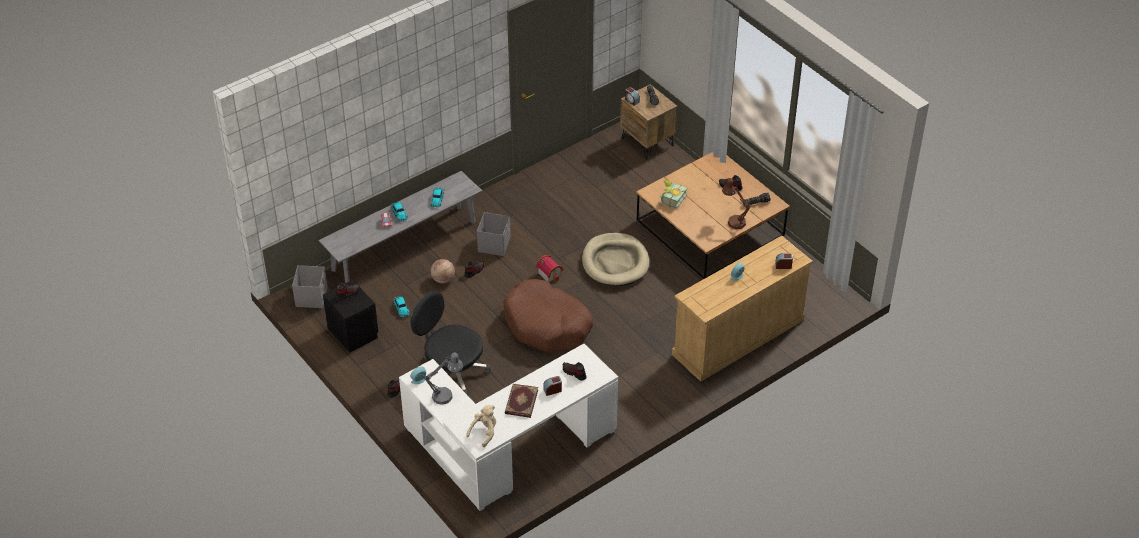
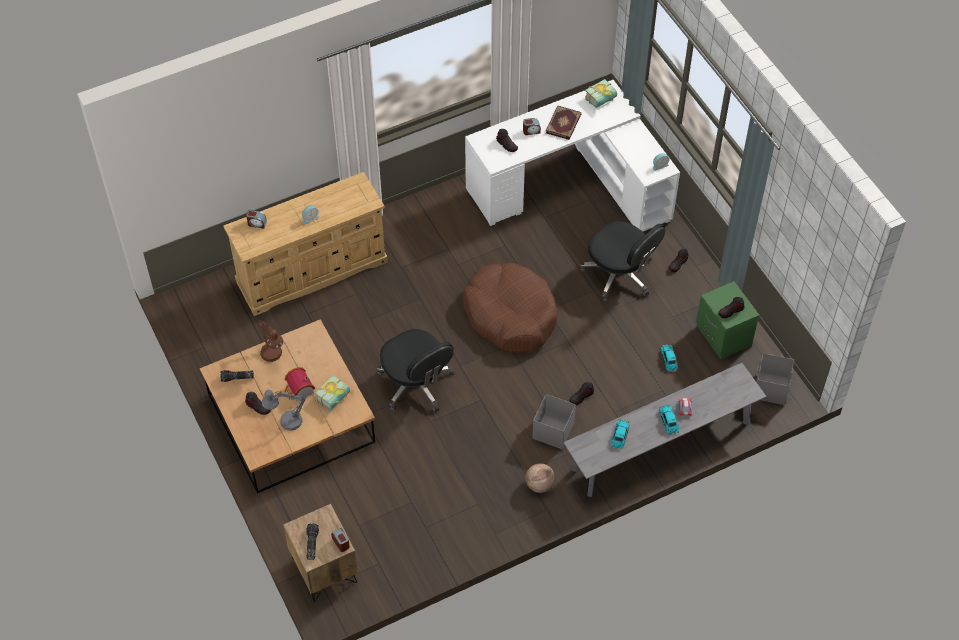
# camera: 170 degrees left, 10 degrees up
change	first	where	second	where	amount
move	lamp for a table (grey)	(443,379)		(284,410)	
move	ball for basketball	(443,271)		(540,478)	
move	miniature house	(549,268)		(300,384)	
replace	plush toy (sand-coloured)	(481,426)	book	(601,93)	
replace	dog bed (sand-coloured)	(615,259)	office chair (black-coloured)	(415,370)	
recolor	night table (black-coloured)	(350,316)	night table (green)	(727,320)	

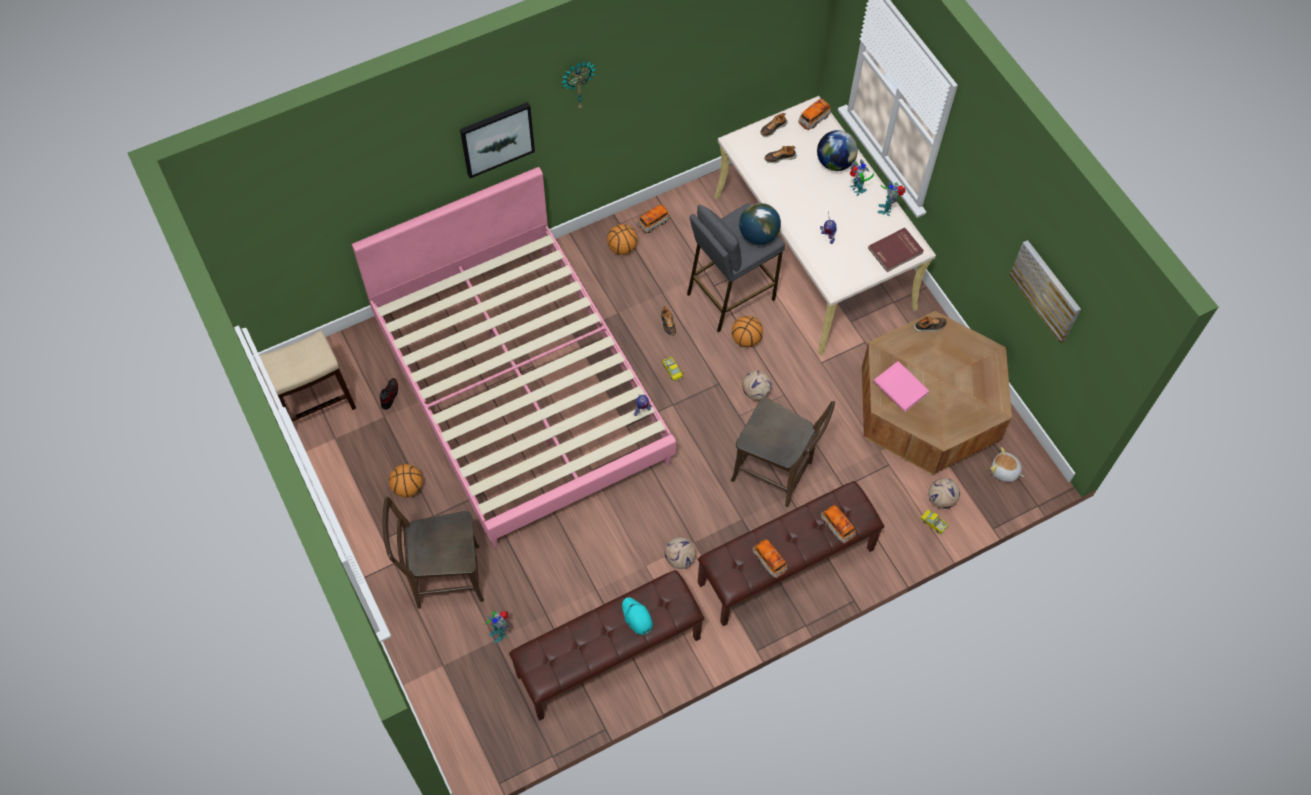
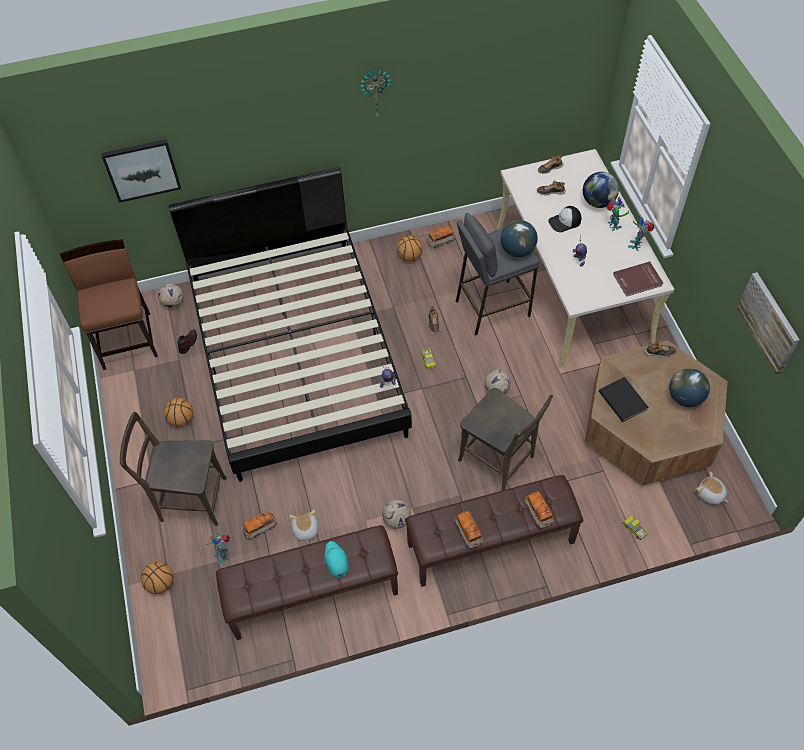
# camera: 15 degrees right, 5 degrees down
change	first	where	second	where	amount
insert			plush toy	(304,526)	
insert			peaked cap	(564,219)	
insert			globe	(689,387)	
move	wall picture	(497,140)		(141,171)	
move	ball for basketball	(747,331)		(157,577)	
move	miniature car	(814,114)		(259,525)	
move	football ball	(944,493)		(170,295)	
replace	stool	(307,376)	chair (brown-coloured)	(109,304)	
recolor	bed (pink-coloured)	(514,357)	bed (black-coloured)	(290,324)	
recolor	book (pink-coloured)	(901,386)	book (black-coloured)	(623,399)	

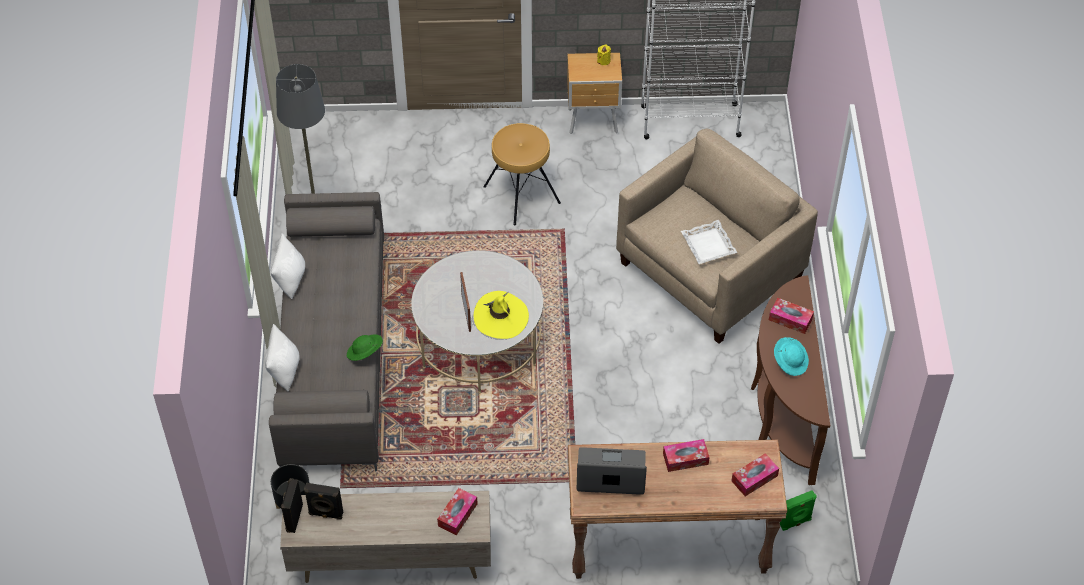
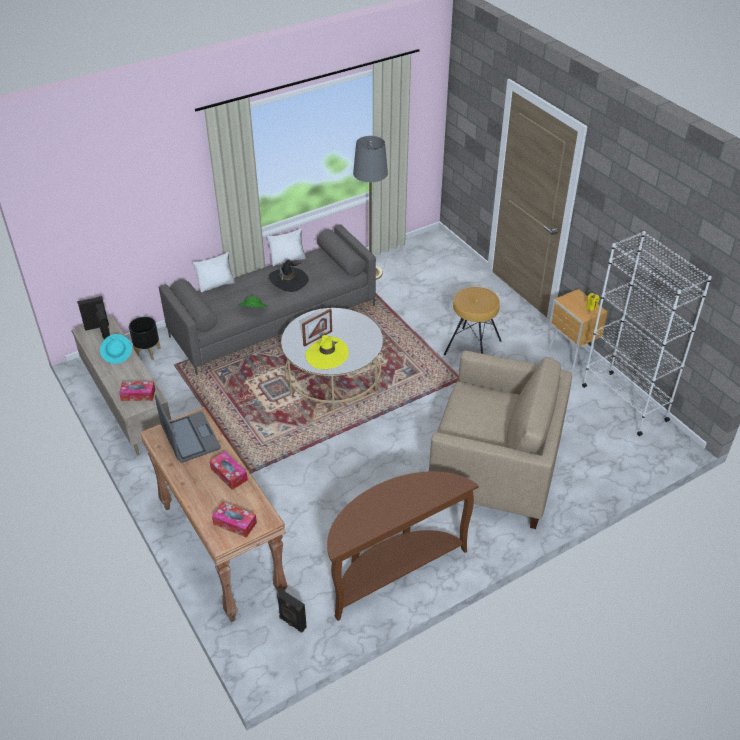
# camera: 60 degrees right, 10 degrees down
change	first	where	second	where	amount
delete	carrying tray (white-coloured)	(709,242)			
delete	box of tissues	(791,316)			
insert			hat (black-coloured)	(289,275)	
move	hat (blue-green)	(791,356)		(116,349)	
recolor	audio speaker (green)	(798,510)	audio speaker (black-coloured)	(292,611)	

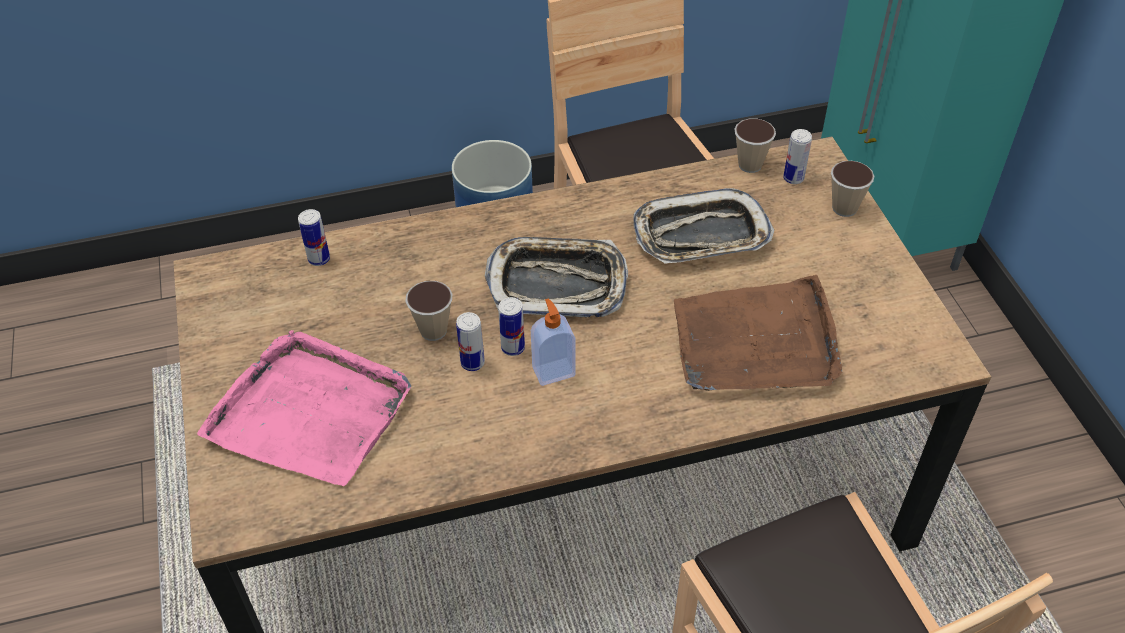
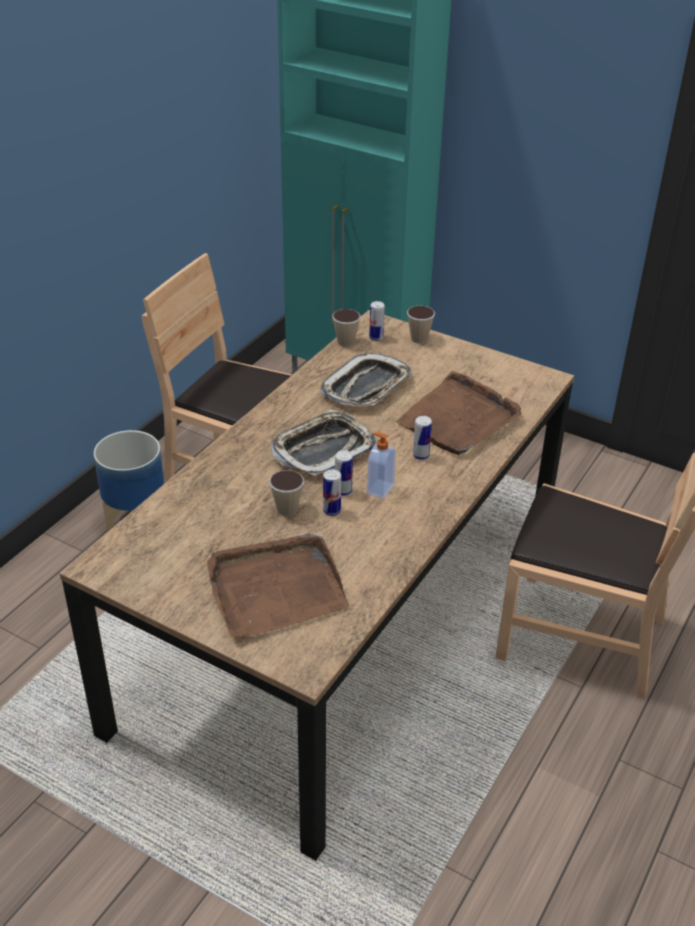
# camera: 45 degrees left, 10 degrees down
change	first	where	second	where	amount
move	sealed can	(314,237)		(422,438)	
recolor	carrying tray (pink-coloured)	(304,408)	carrying tray (brown-coloured)	(278,585)	

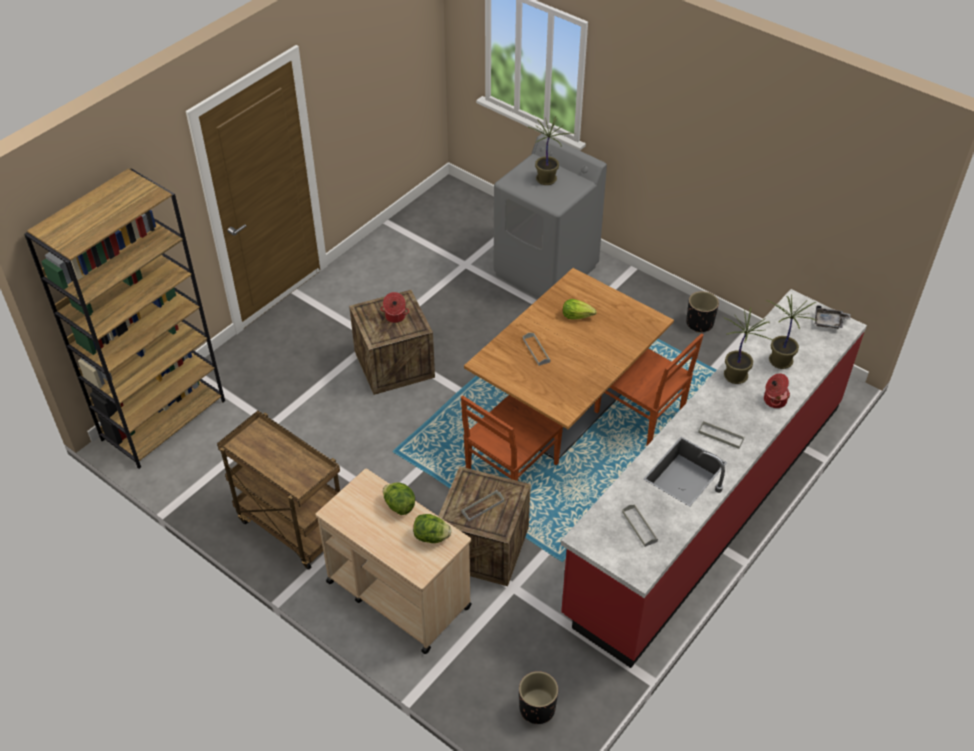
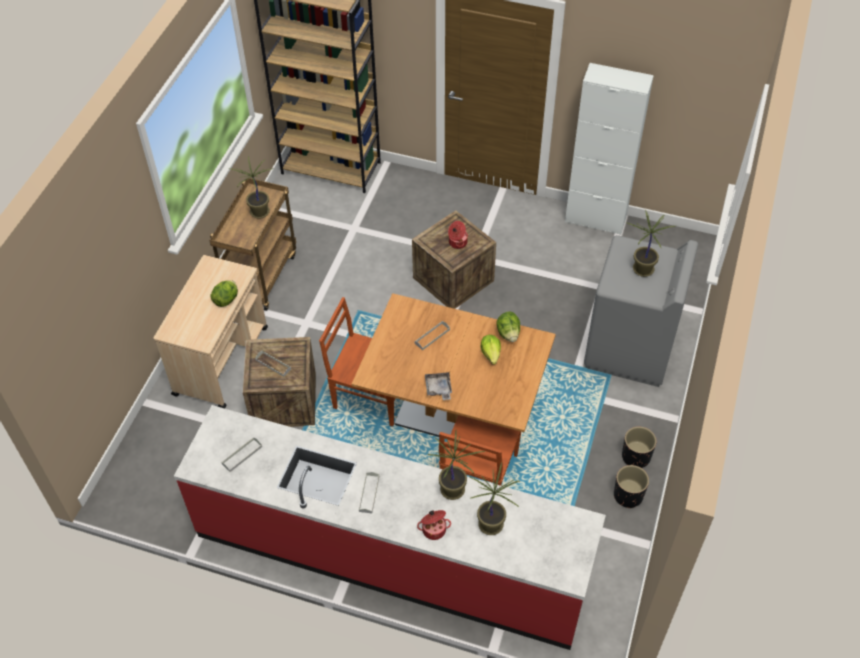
# camera: 70 degrees right, 5 degrees up
change	first	where	second	where	amount
insert			plant in a pot	(251,187)	
insert			cabinet (white-coloured)	(609,149)	
move	head of lettuce	(432,528)		(508,327)	
move	planter (black-coloured)	(538,697)		(639,447)	
move	carrying tray (grey)	(833,317)		(438,386)	

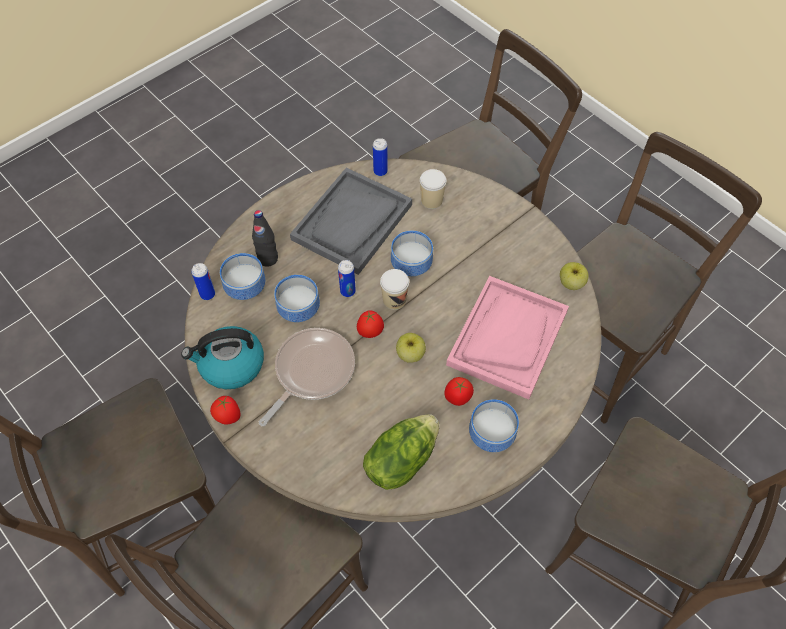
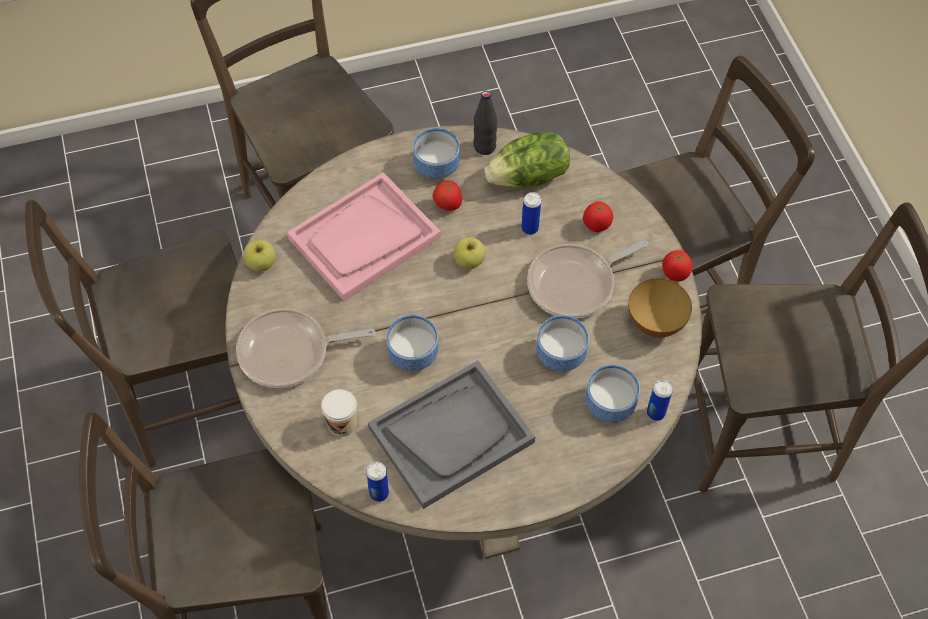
# camera: 155 degrees left, 0 degrees up
change	first	where	second	where	amount
delete	drinking cup	(394,289)			
insert			skillet	(305,348)	
move	beverage bottle (black-coloured)	(265,238)		(485,123)	
move	sealed can	(347,278)		(531,213)	
move	whole tomato	(370,324)		(598,216)	
replace	water kettle	(222,357)	deep dish	(660,308)	

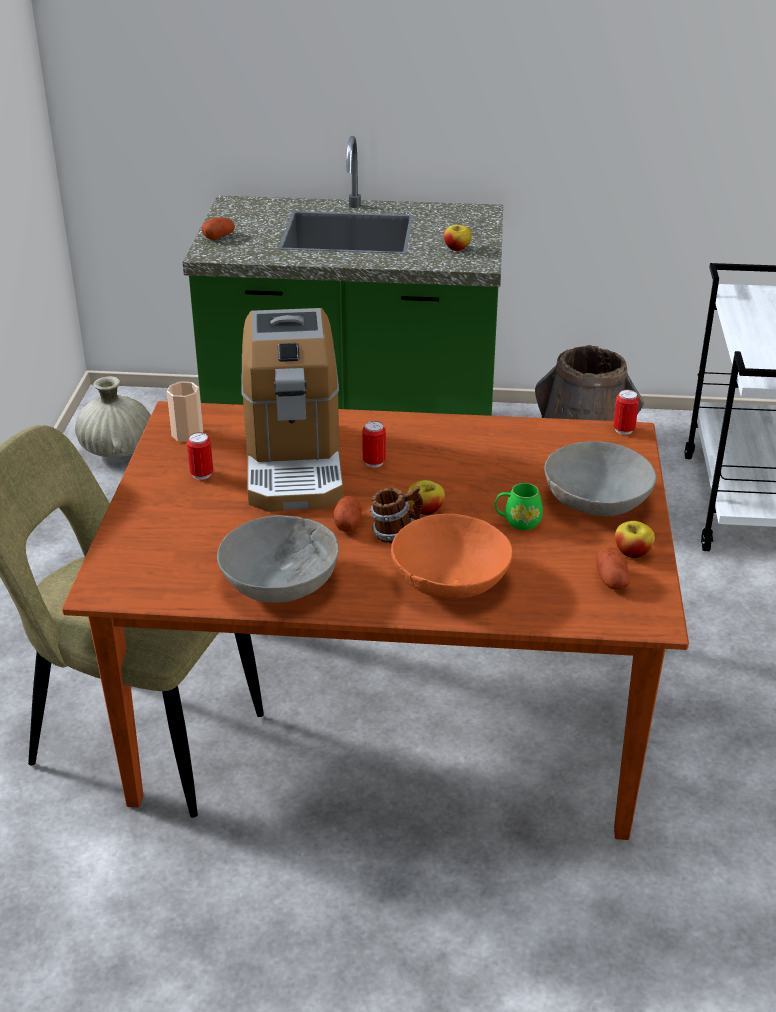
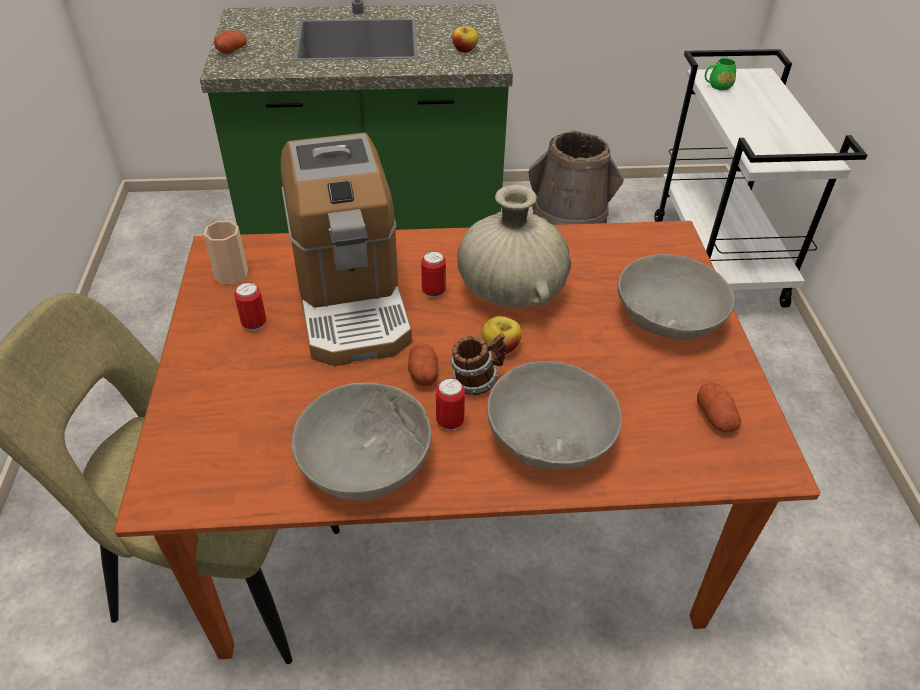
# camera: 10 degrees left, 10 degrees up
change	first	where	second	where	amount
delete	whole apple	(635,539)			
move	decorative vase (sand-coloured)	(113,417)		(514,245)	
move	tea mug (green)	(519,506)		(720,74)	
move	sealed can	(626,412)		(450,404)	
recolor	deep dish (orange-coloured)	(452,556)	deep dish (grey)	(554,415)	

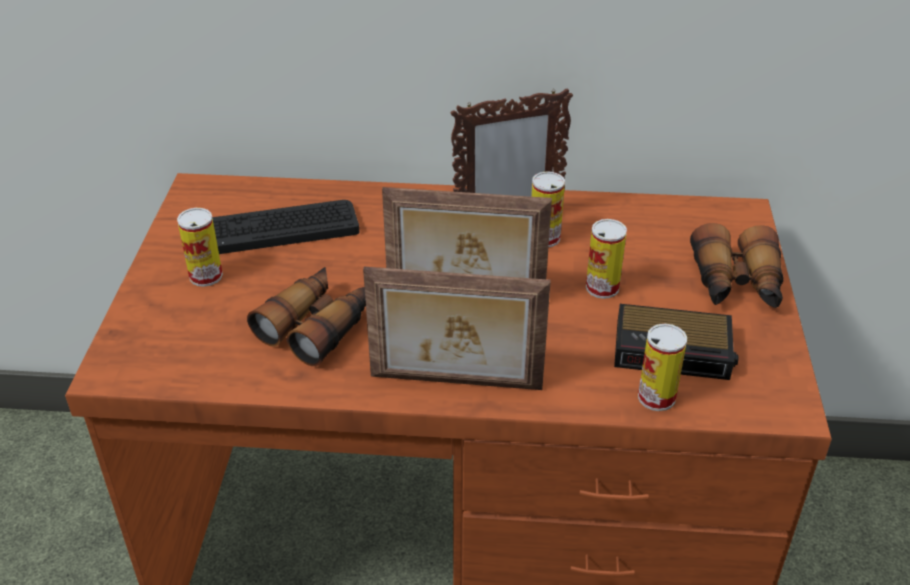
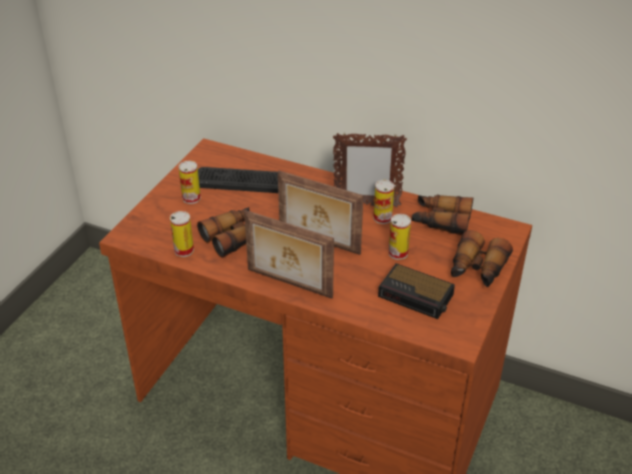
# camera: 20 degrees right, 0 degrees up
change	first	where	second	where	amount
insert			field glasses	(442,215)	
move	sealed can	(662,367)		(182,234)	

